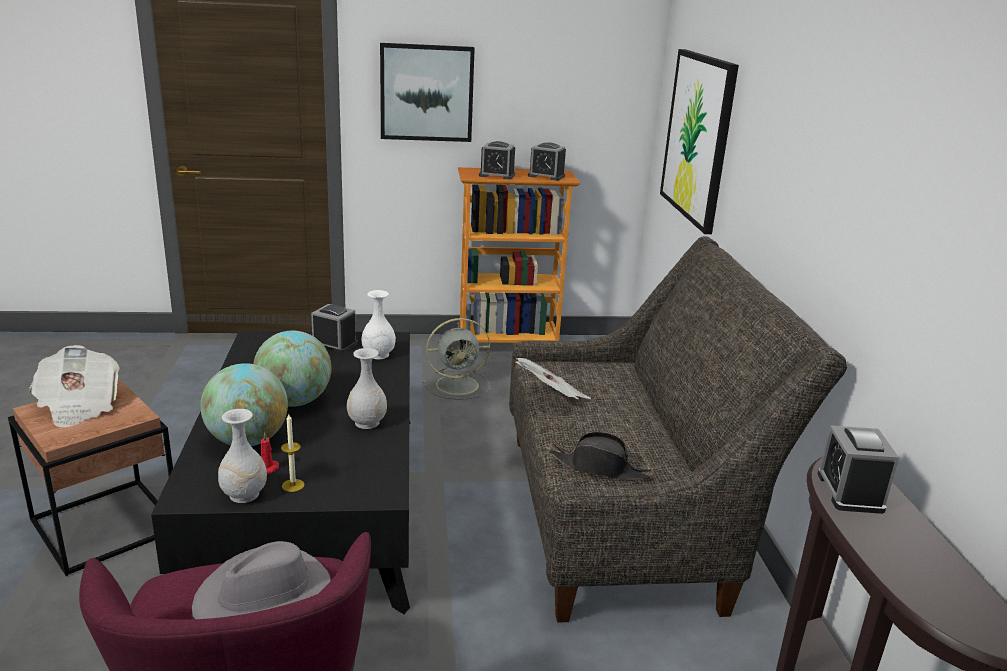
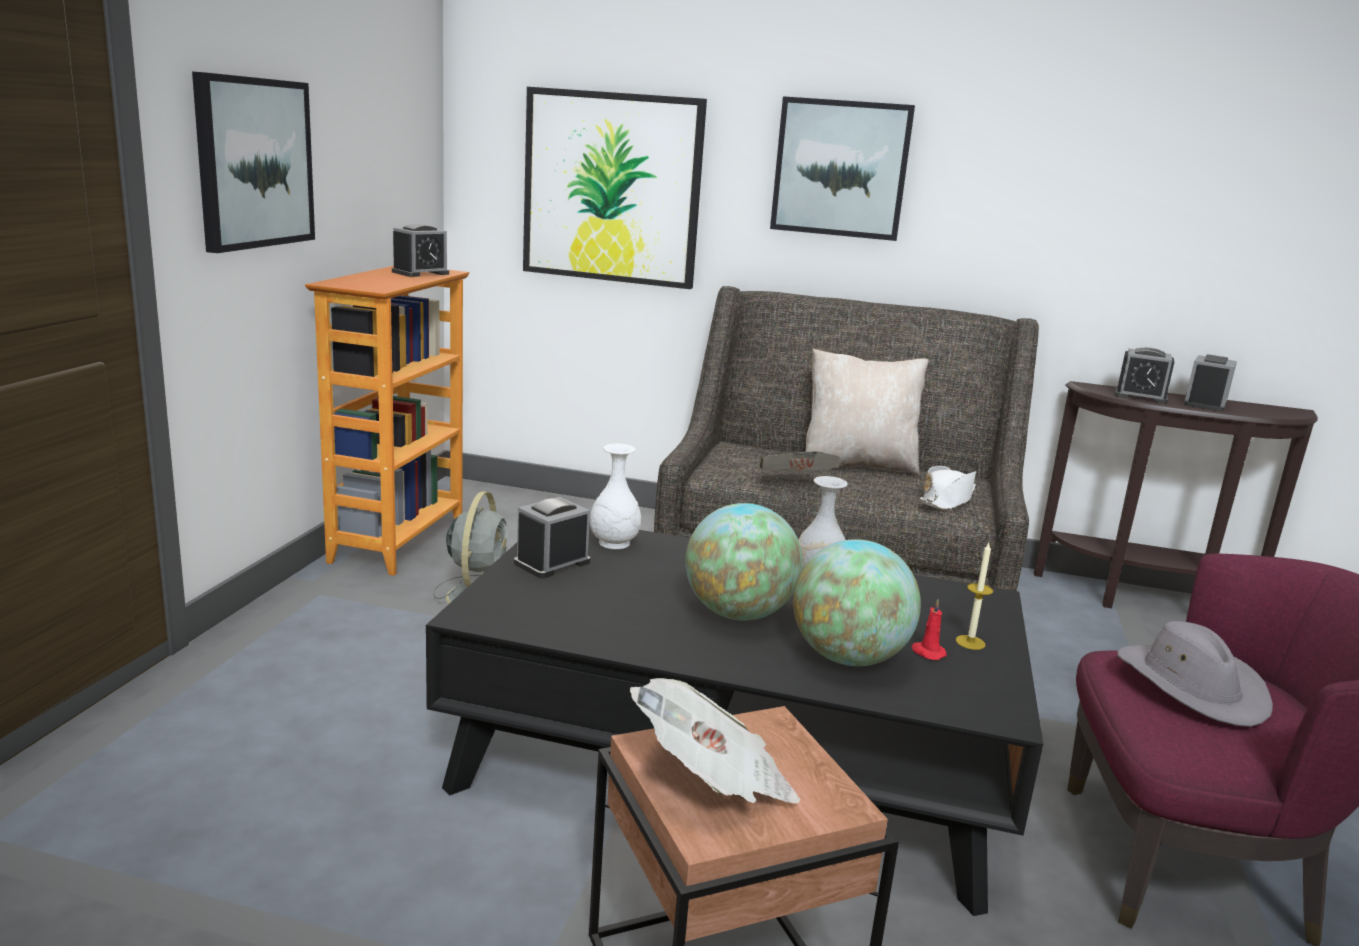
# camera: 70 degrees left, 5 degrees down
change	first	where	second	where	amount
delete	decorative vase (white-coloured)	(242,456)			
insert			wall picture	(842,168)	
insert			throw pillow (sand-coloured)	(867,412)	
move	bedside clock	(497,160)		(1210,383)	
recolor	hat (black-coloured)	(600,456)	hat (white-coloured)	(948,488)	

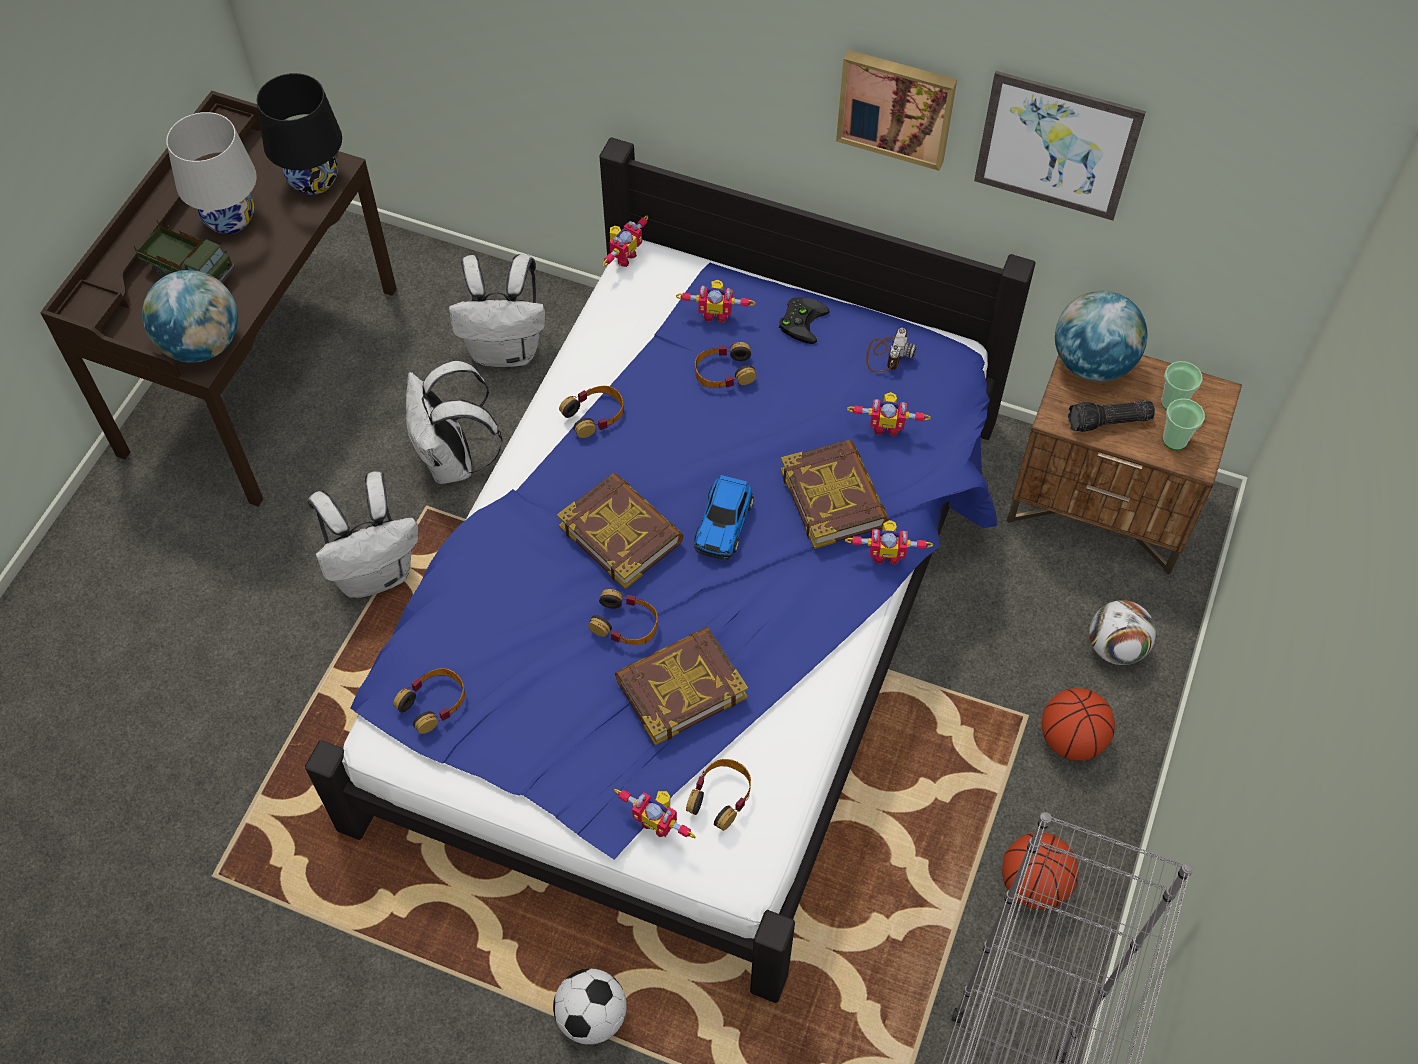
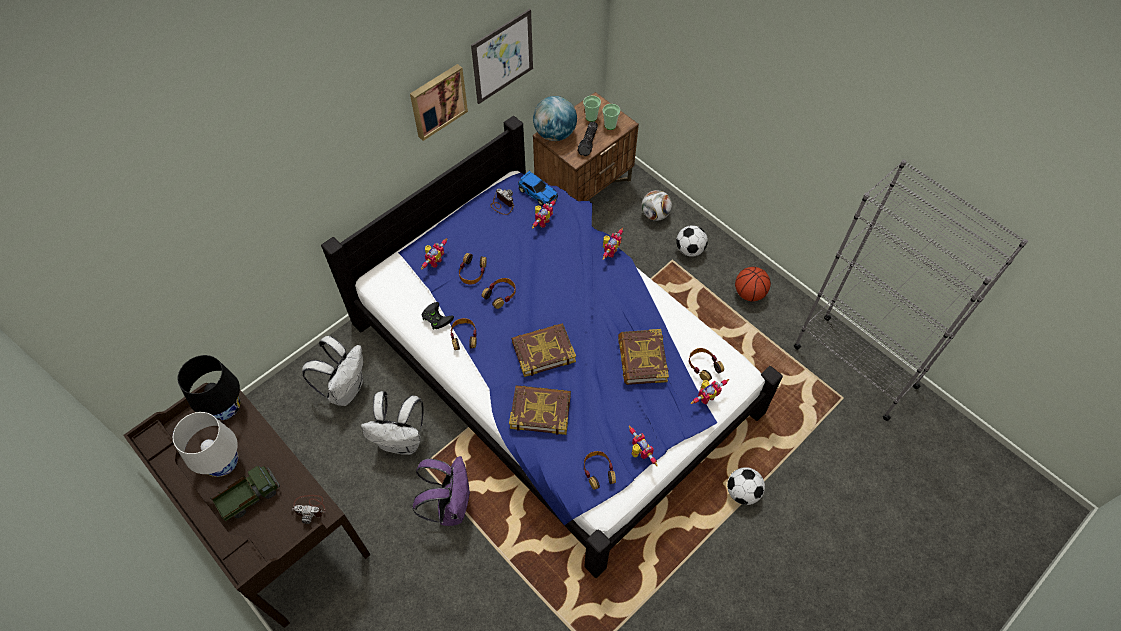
# camera: 65 degrees left, 0 degrees up
change	first	where	second	where	amount
move	pair of headphones	(623,617)		(498,293)	
move	toy robot	(625,241)		(643,446)	
move	miniature car	(724,517)		(538,188)	
move	gamepad (black-coloured)	(804,321)		(437,316)	
move	book	(834,494)		(540,410)	
replace	globe	(190,316)	photo camera	(309,509)	
replace	ball for basketball	(1078,724)	football ball	(692,241)	
recolor	knapsack (white-coloured)	(363,535)	knapsack (purple)	(441,491)	

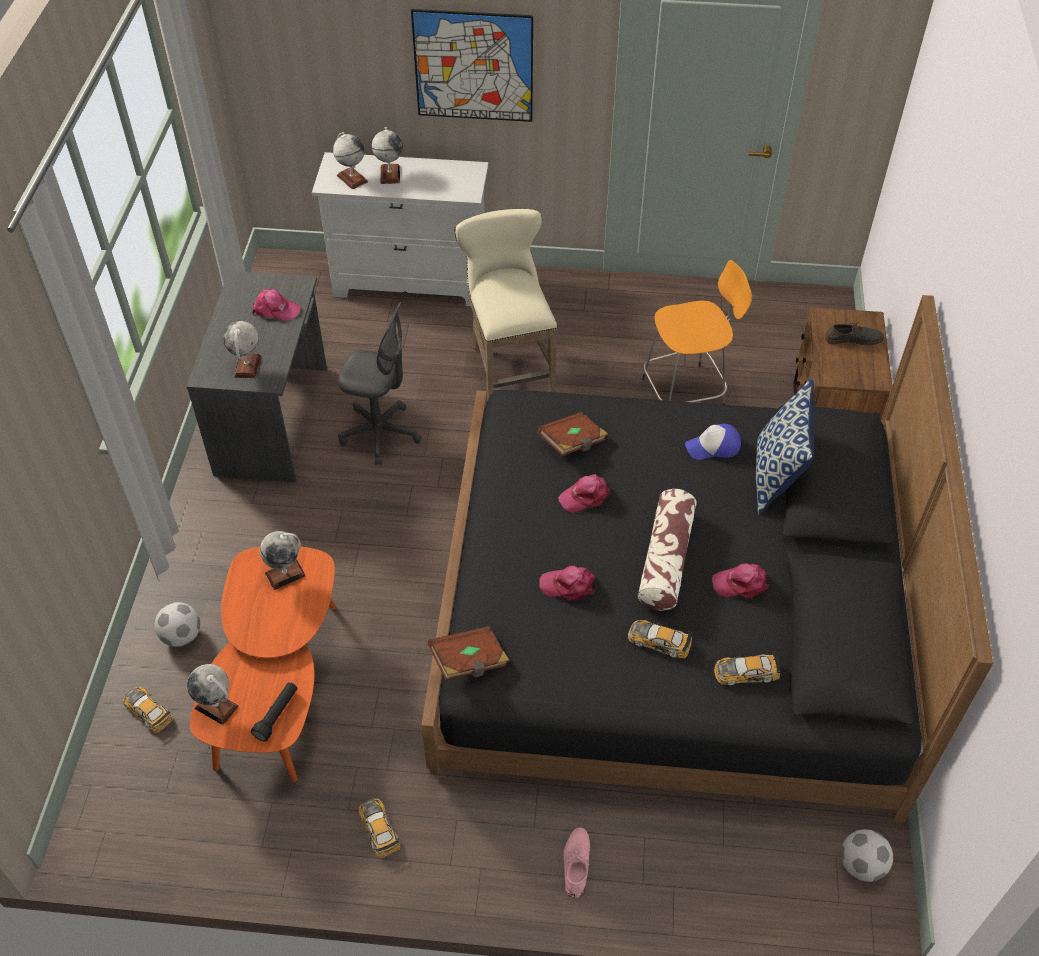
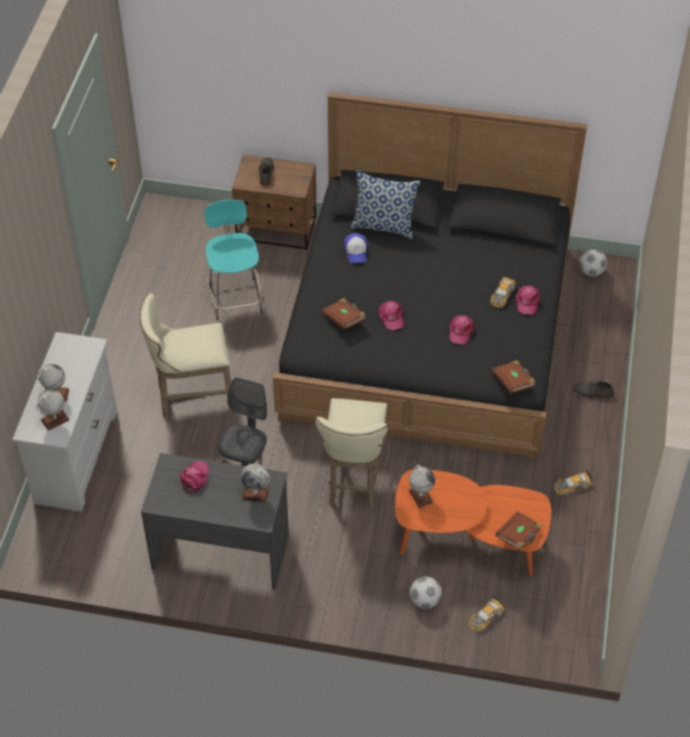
# camera: 85 degrees left, 0 degrees up
change	first	where	second	where	amount
delete	flashlight (black-coloured)	(274,711)			
delete	wall picture	(472,65)			
delete	throw pillow	(667,550)			
delete	miniature car	(747,668)			
insert			stool (sand-coloured)	(351,453)	
move	peaked cap (pink-coloured)	(741,580)		(528,300)	
replace	globe	(213,694)	book (brown-coloured)	(518,531)	
recolor	low shoe (pink-coloured)	(576,863)	low shoe (grey)	(593,389)	
recolor	stool (orange-coloured)	(697,332)	stool (blue-green)	(233,260)	

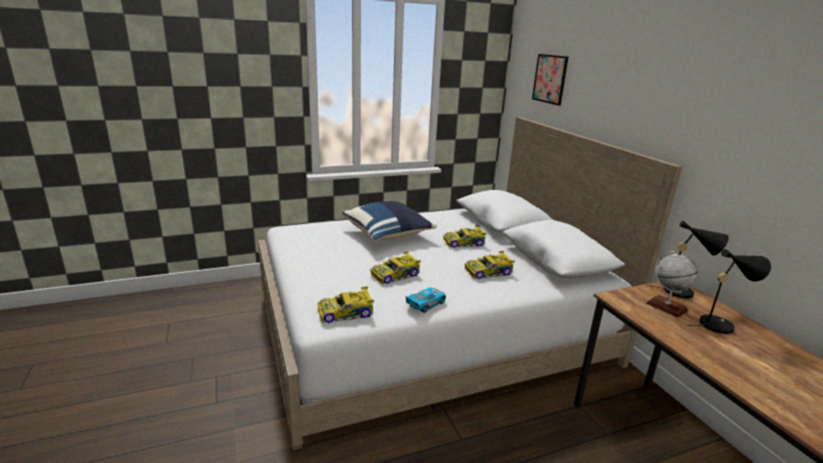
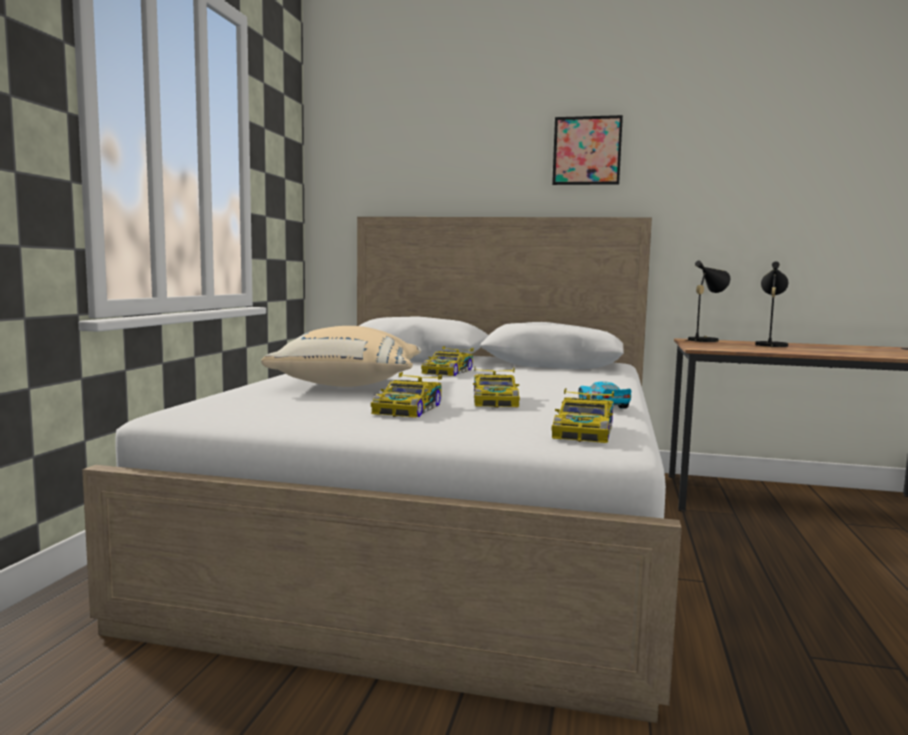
# camera: 55 degrees left, 15 degrees down
change	first	where	second	where	amount
delete	globe	(672,284)			
move	miniature car	(490,265)		(406,395)	
move	wall picture	(550,80)		(587,150)	
recolor	throw pillow (bluish)	(389,221)	throw pillow (sand-coloured)	(341,356)	

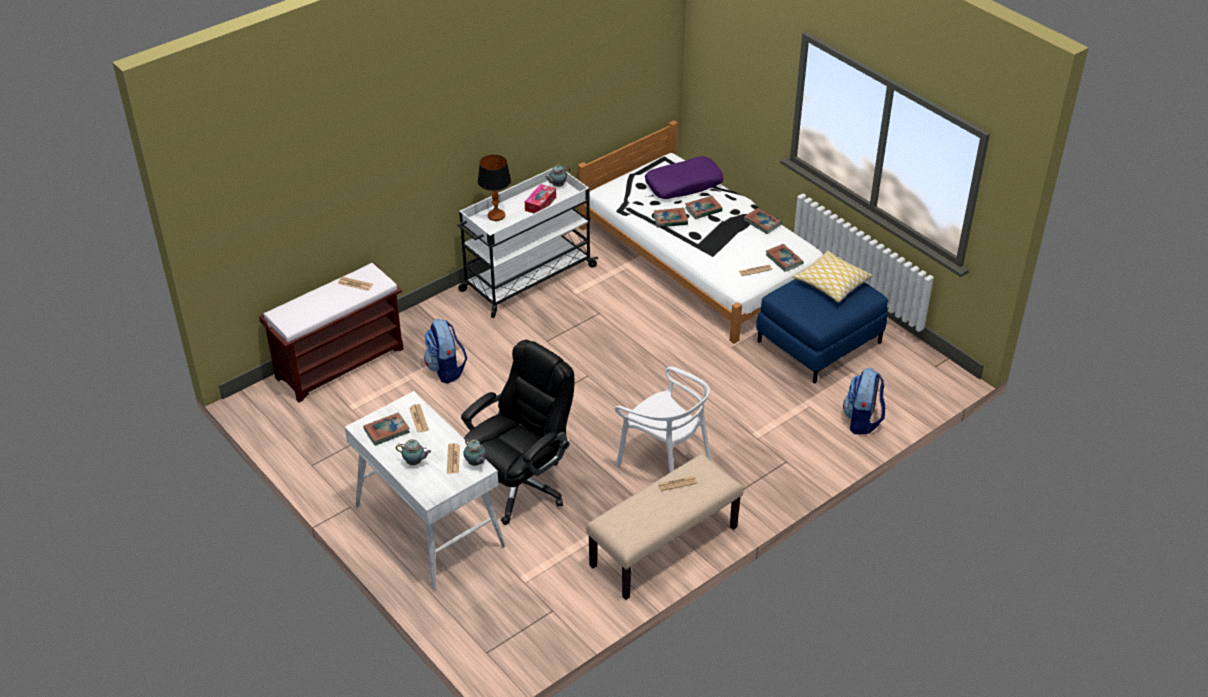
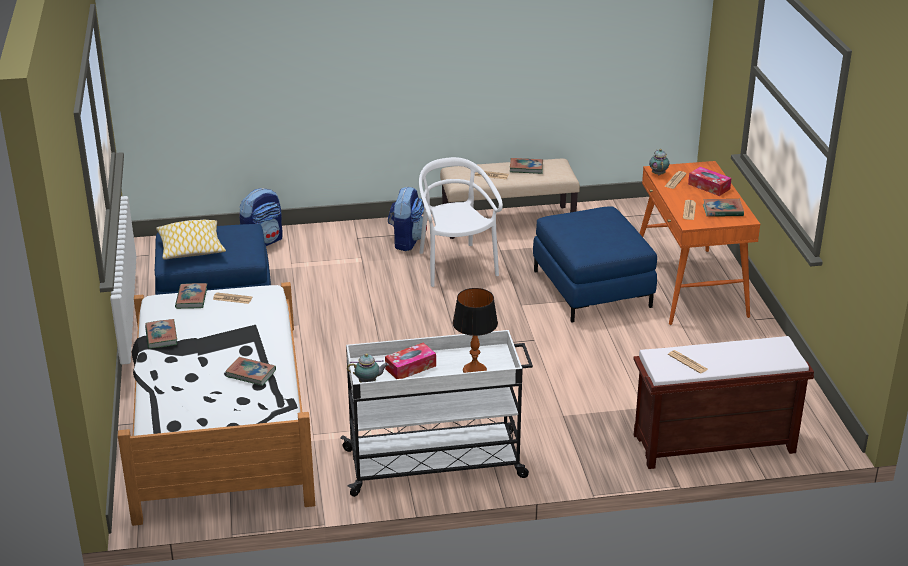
# camera: 150 degrees left, 10 degrees down
change	first	where	second	where	amount
delete	throw pillow (purple)	(684,177)			
move	knapsack	(445,351)		(407,219)	
move	book	(704,207)		(526,166)	
replace	teapot	(413,452)	box of tissues	(710,181)	
replace	office chair (black-coloured)	(517,432)	ottoman (bluish)	(595,264)	
recolor	desk table (white-coloured)	(425,490)	desk table (orange-coloured)	(700,243)	

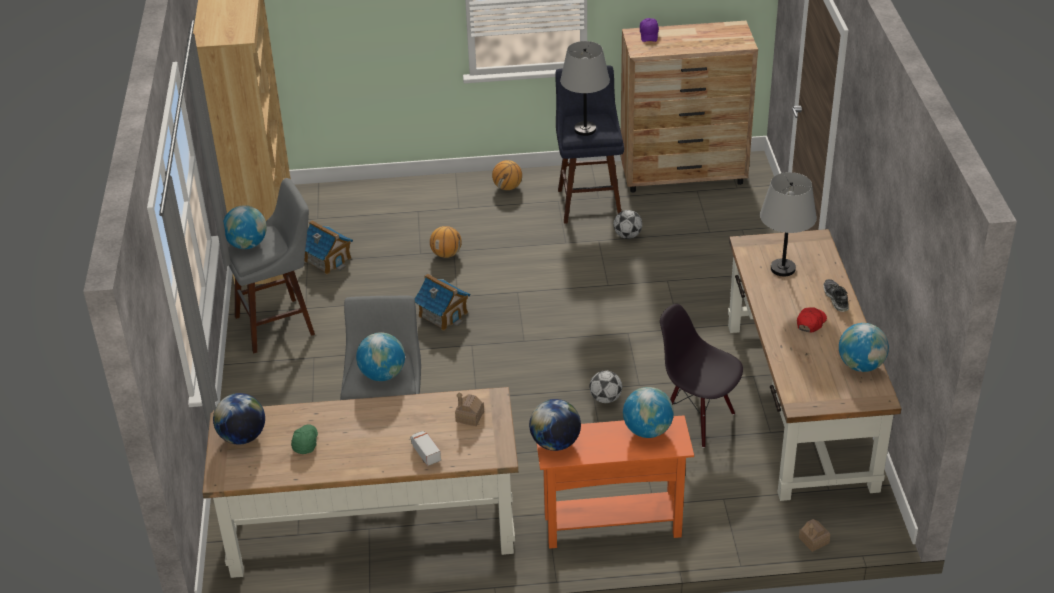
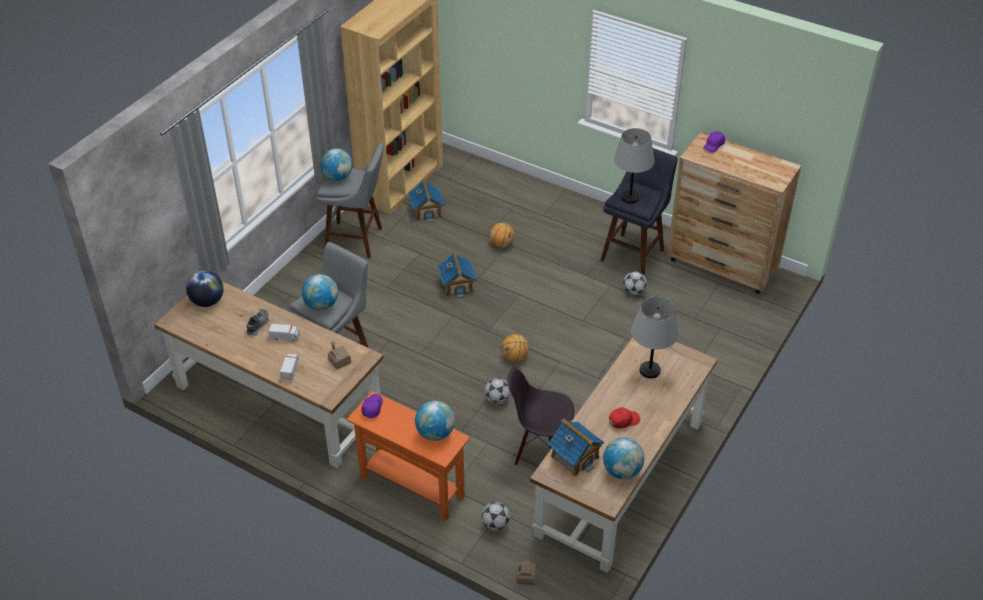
# camera: 35 degrees right, 5 degrees up
change	first	where	second	where	amount
delete	peaked cap (green)	(304,439)			
insert			model truck	(284,332)	
insert			football ball	(496,516)	
insert			miniature house	(576,447)	
move	ball for basketball	(507,175)		(515,348)	
move	low shoe	(836,295)		(257,323)	
replace	globe	(555,425)	peaked cap (purple)	(372,406)	
rotate	chair (black-coloured)	(701,376)		(540,416)	60 degrees counterclockwise

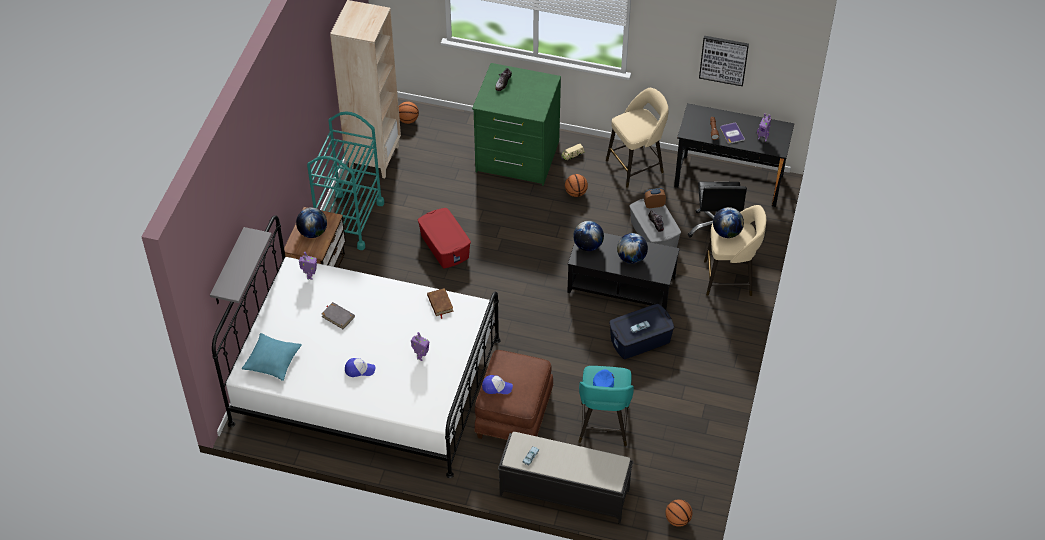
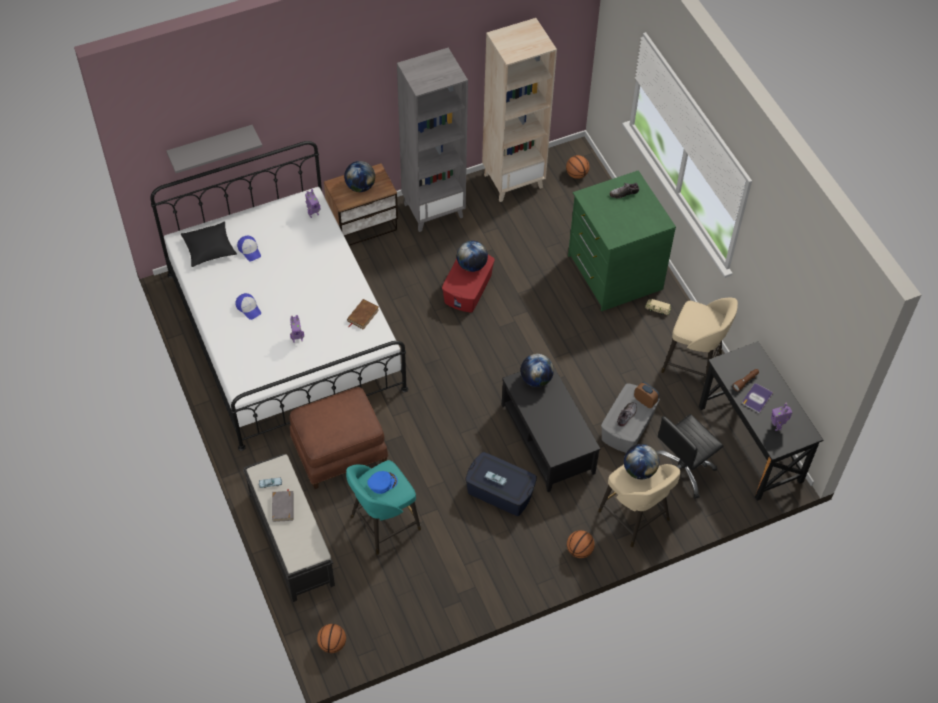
# camera: 50 degrees right, 5 degrees up
change	first	where	second	where	amount
delete	wall picture	(724,61)			
move	book (grey)	(338,315)		(282,505)	
move	peaked cap	(497,384)		(249,249)	
move	ball for basketball	(576,185)		(581,544)	
move	globe	(632,248)		(472,256)	
replace	trolley (blue-green)	(345,180)	bookcase (grey)	(432,140)	
recolor	throw pillow (blue-green)	(272,357)	throw pillow (black-coloured)	(209,244)	

